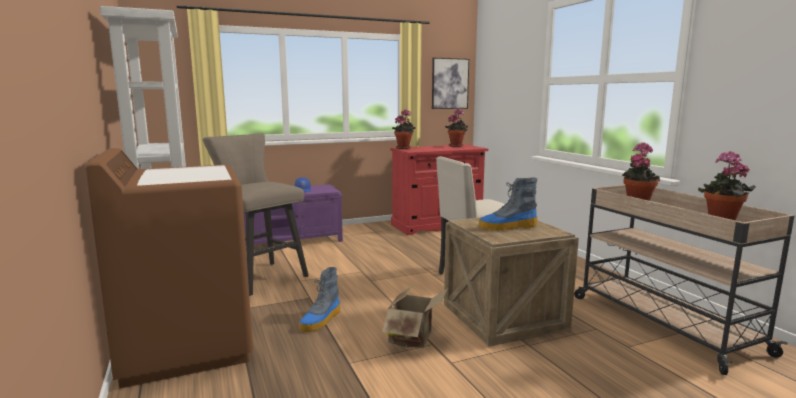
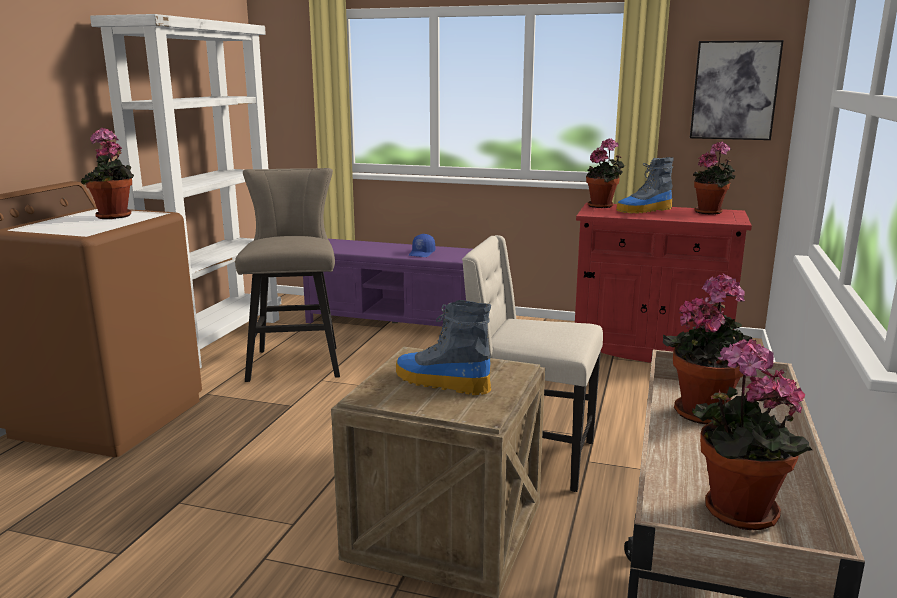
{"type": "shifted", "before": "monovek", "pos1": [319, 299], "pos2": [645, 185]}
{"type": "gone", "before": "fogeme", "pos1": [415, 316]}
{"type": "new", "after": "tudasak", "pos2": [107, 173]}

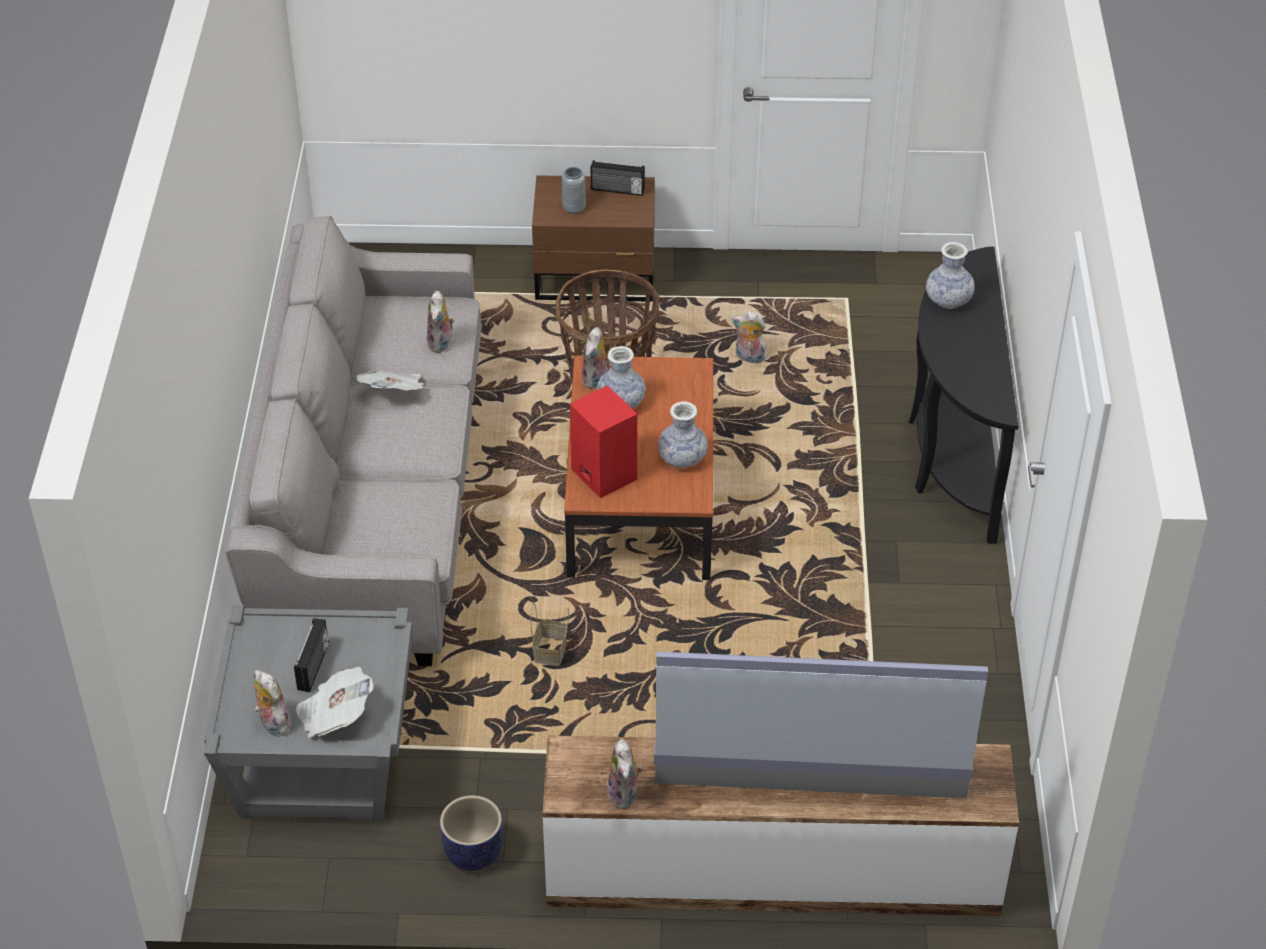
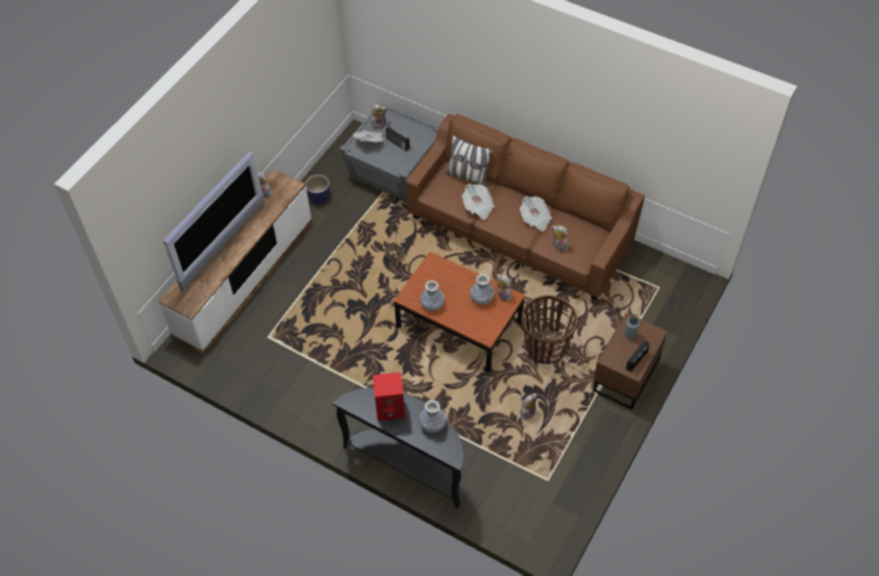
{"type": "repainted", "before": "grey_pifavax", "after": "brown_pifavax", "pos1": [353, 441], "pos2": [525, 207]}
{"type": "shifted", "before": "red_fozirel", "pos1": [603, 441], "pos2": [389, 396]}
{"type": "new", "after": "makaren", "pos2": [469, 161]}
{"type": "new", "after": "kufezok", "pos2": [478, 202]}

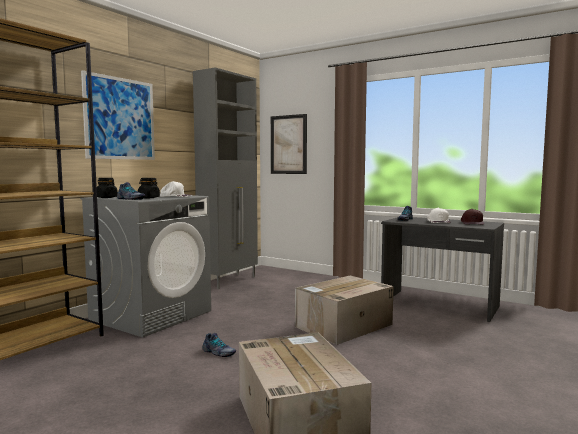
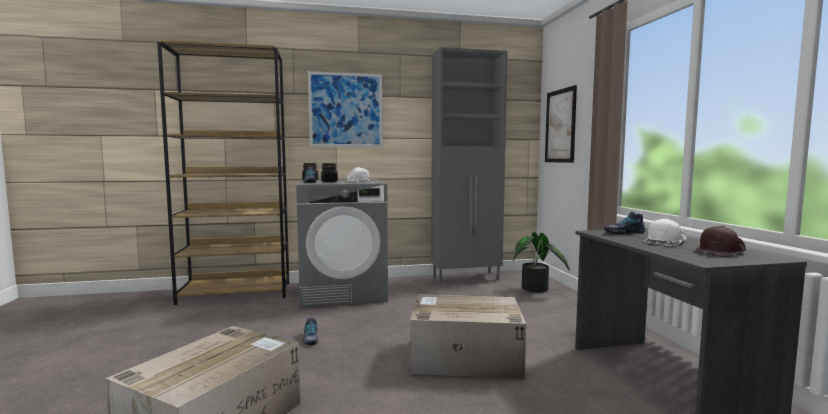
{"type": "new", "after": "tudasak", "pos2": [541, 262]}

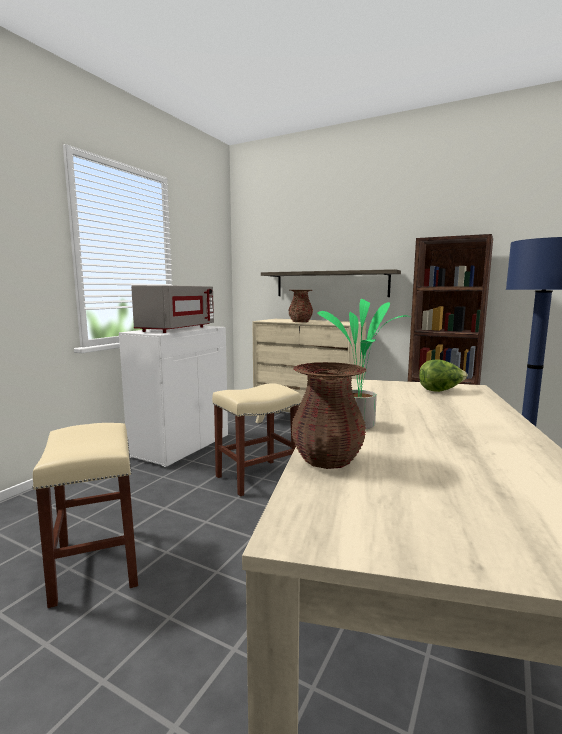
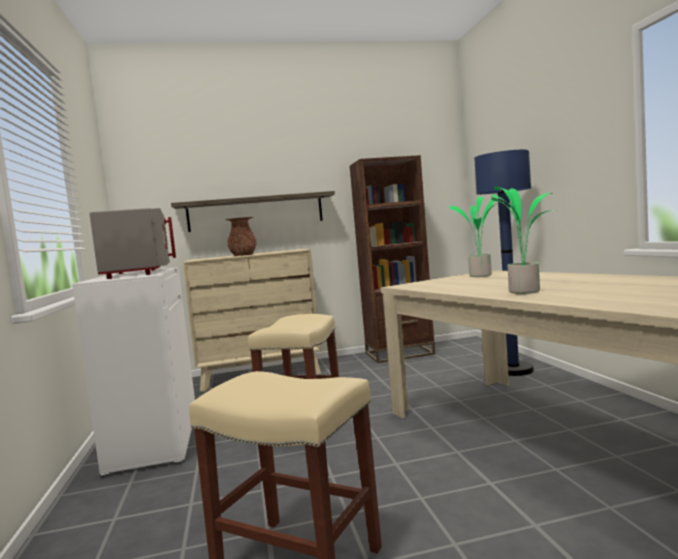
{"type": "gone", "before": "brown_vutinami", "pos1": [329, 415]}
{"type": "swapped", "before": "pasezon", "after": "tudasak", "pos1": [443, 375], "pos2": [473, 236]}

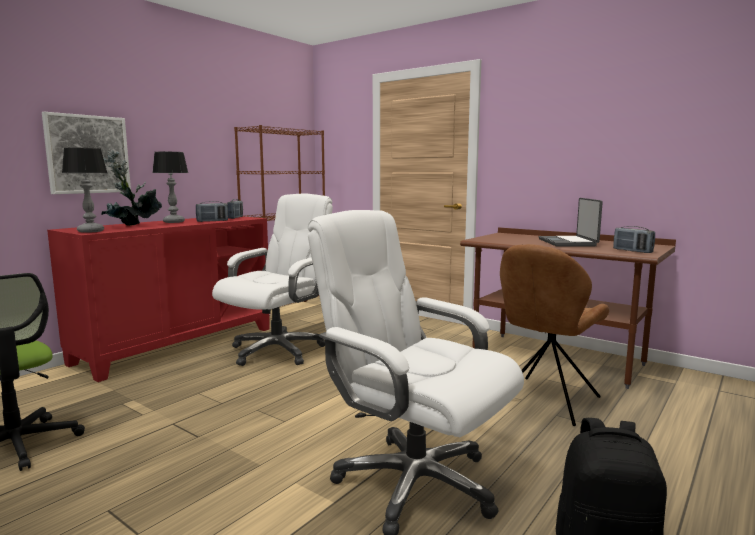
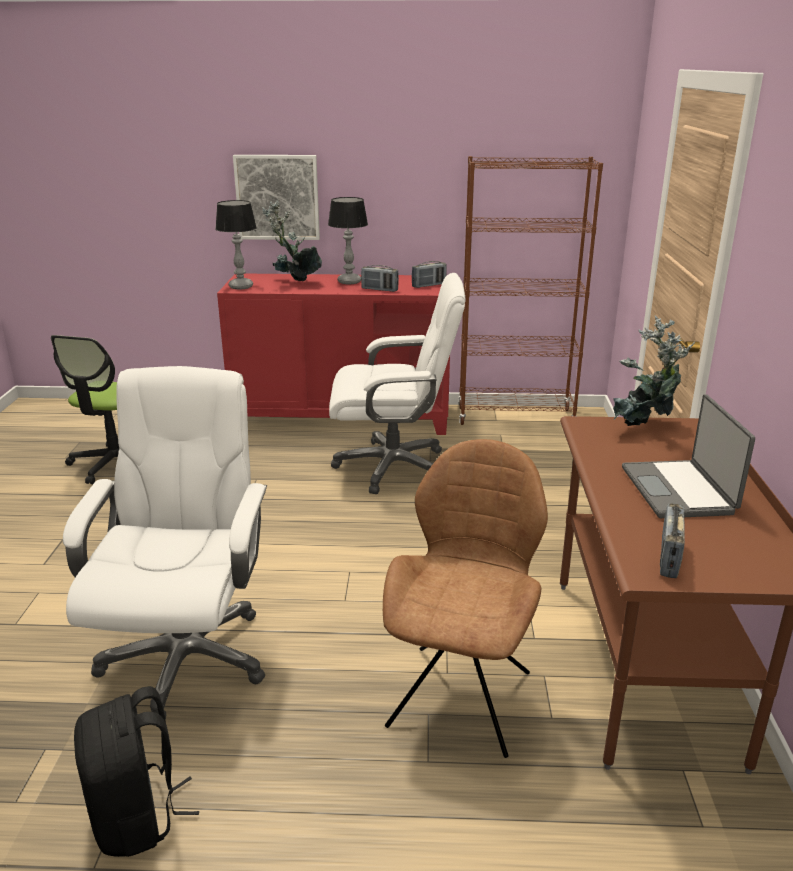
{"type": "rotated", "before": "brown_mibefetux", "pos1": [554, 335], "pos2": [465, 598], "turn": 105}
{"type": "rotated", "before": "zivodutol", "pos1": [571, 222], "pos2": [688, 456], "turn": -60}
{"type": "new", "after": "tudasak", "pos2": [654, 371]}

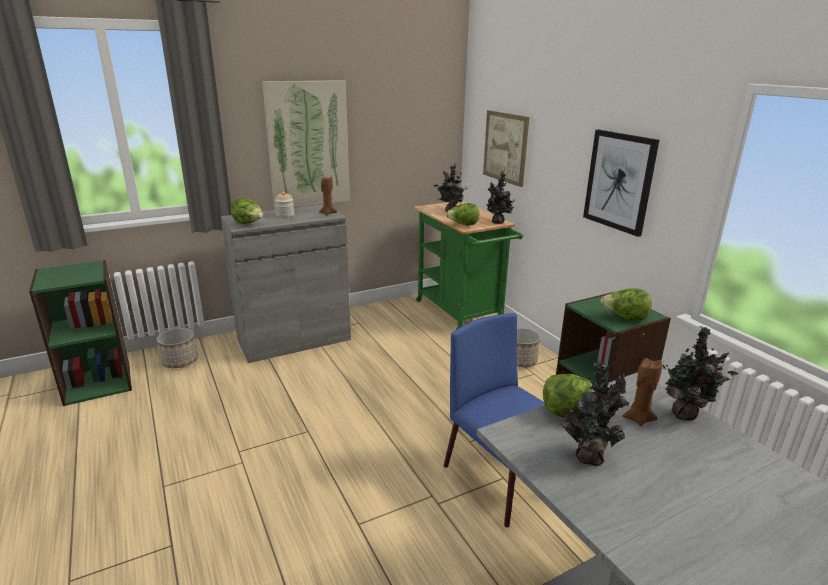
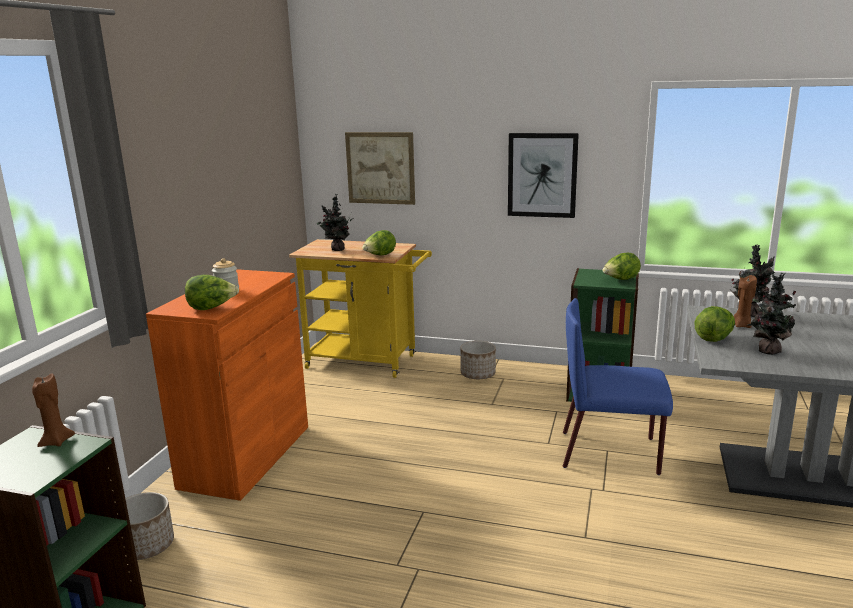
{"type": "repainted", "before": "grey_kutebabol", "after": "orange_kutebabol", "pos1": [286, 284], "pos2": [227, 385]}
{"type": "gone", "before": "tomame", "pos1": [306, 145]}
{"type": "shifted", "before": "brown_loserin", "pos1": [328, 195], "pos2": [53, 410]}
{"type": "repainted", "before": "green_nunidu", "after": "yellow_nunidu", "pos1": [468, 265], "pos2": [360, 308]}
{"type": "gone", "before": "tudasak", "pos1": [500, 197]}

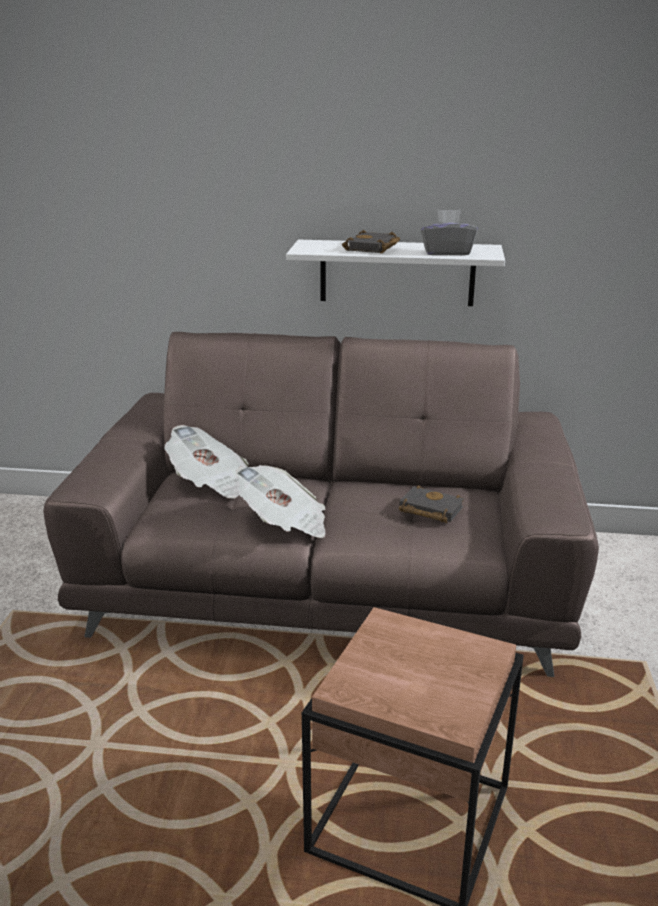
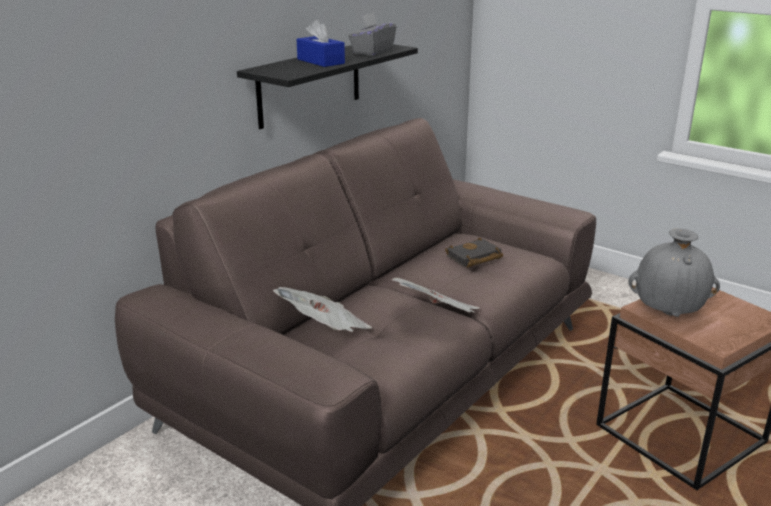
{"type": "repainted", "before": "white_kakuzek", "after": "black_kakuzek", "pos1": [395, 273], "pos2": [327, 86]}
{"type": "swapped", "before": "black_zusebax", "after": "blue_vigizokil", "pos1": [371, 242], "pos2": [321, 43]}
{"type": "new", "after": "grey_vutinami", "pos2": [674, 273]}

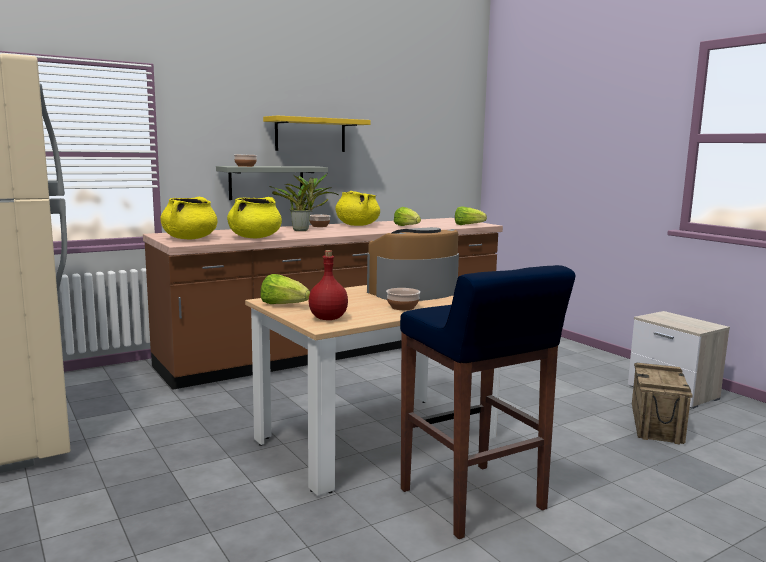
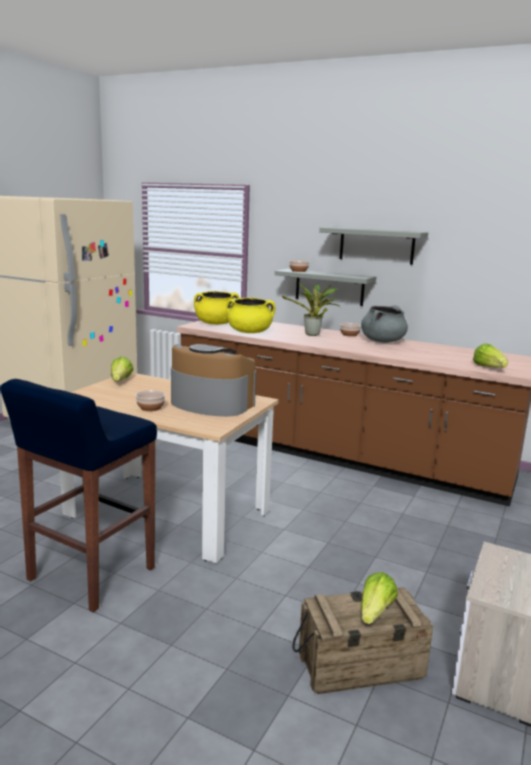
{"type": "repainted", "before": "yellow_kakuzek", "after": "grey_kakuzek", "pos1": [317, 134], "pos2": [373, 246]}
{"type": "gone", "before": "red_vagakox", "pos1": [328, 285]}
{"type": "repainted", "before": "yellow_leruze", "after": "grey_leruze", "pos1": [357, 208], "pos2": [384, 324]}
{"type": "shifted", "before": "pasezon", "pos1": [407, 216], "pos2": [379, 598]}

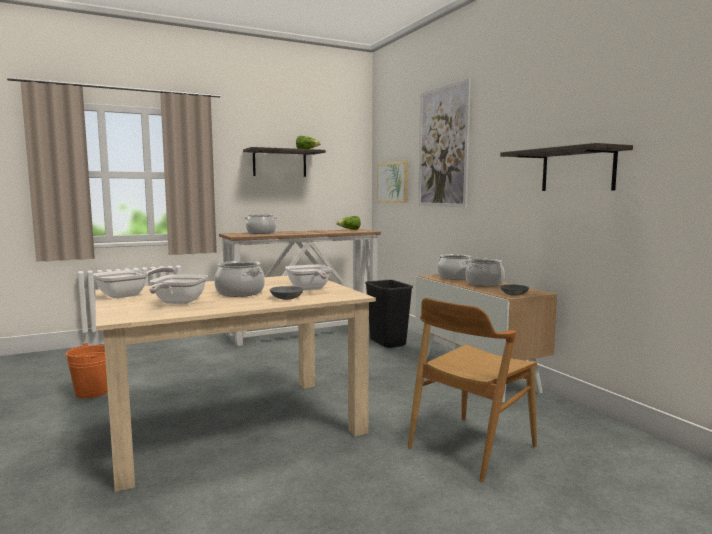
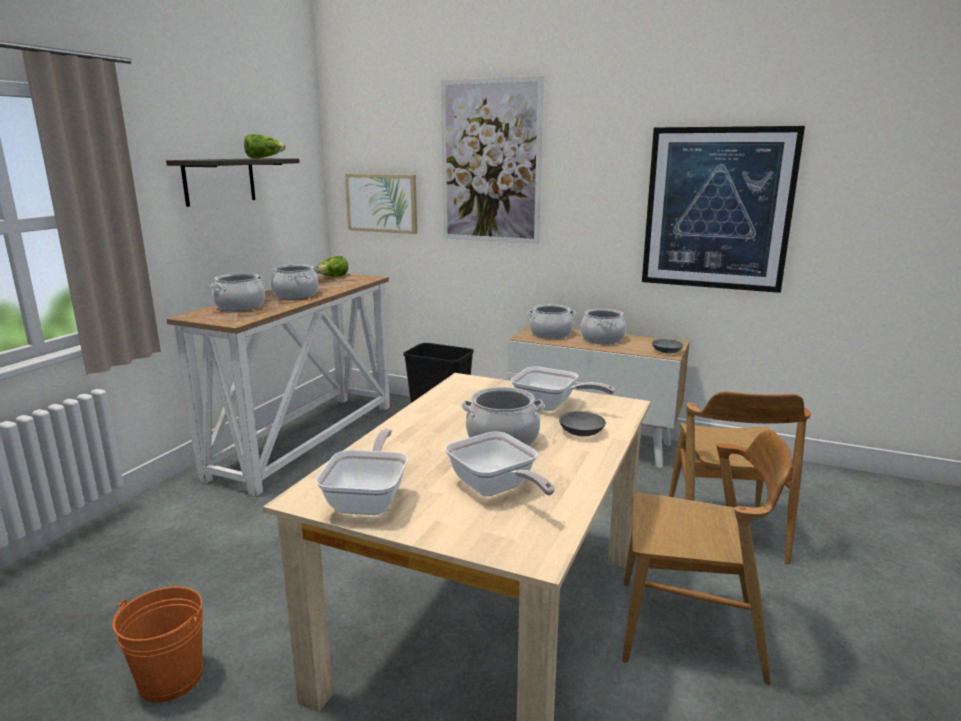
{"type": "swapped", "before": "kakuzek", "after": "tomame", "pos1": [566, 167], "pos2": [723, 209]}
{"type": "new", "after": "leruze", "pos2": [294, 281]}
{"type": "new", "after": "brown_mibefetux", "pos2": [706, 557]}

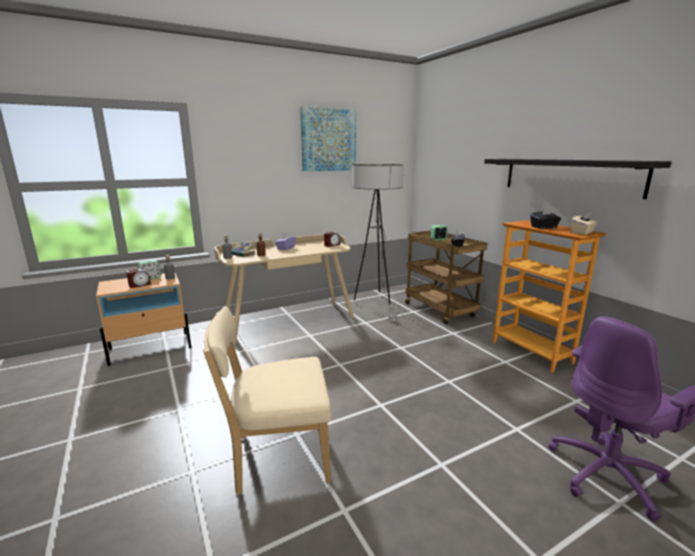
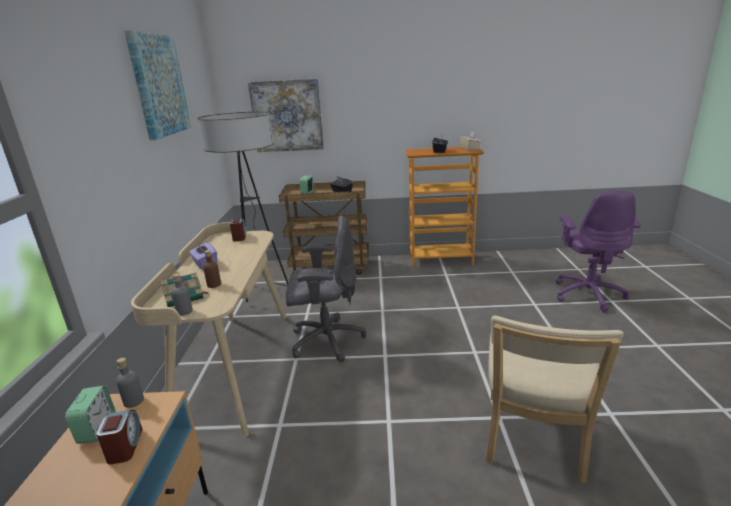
{"type": "gone", "before": "black_kakuzek", "pos1": [578, 179]}
{"type": "new", "after": "tomame", "pos2": [286, 115]}
{"type": "new", "after": "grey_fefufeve", "pos2": [326, 289]}

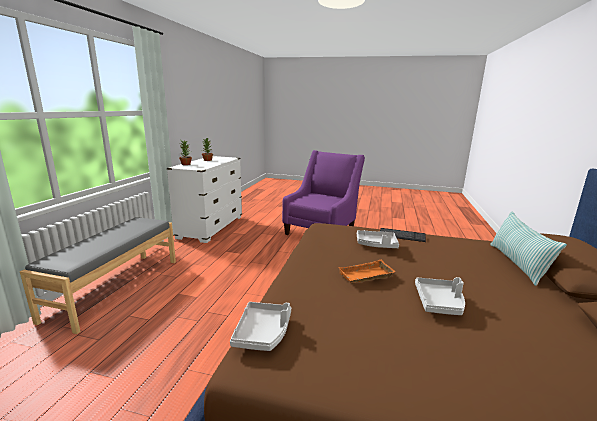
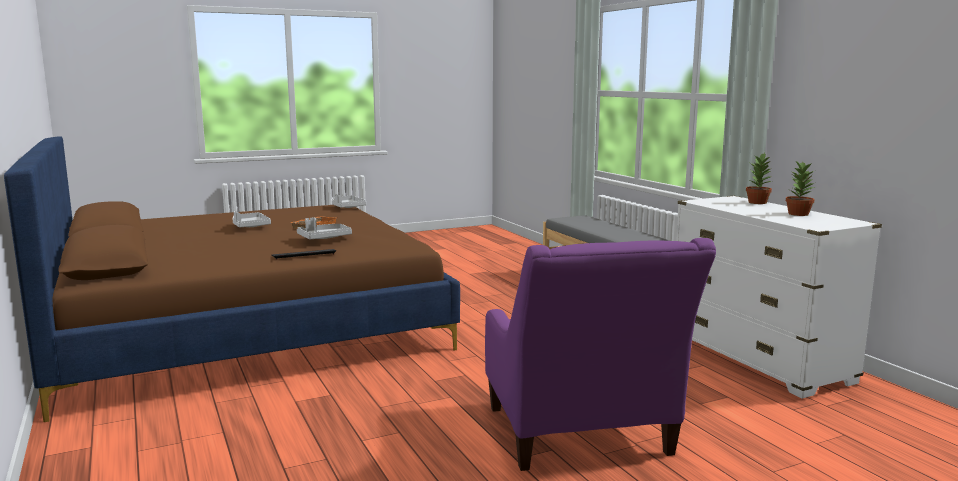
{"type": "gone", "before": "makaren", "pos1": [528, 249]}

